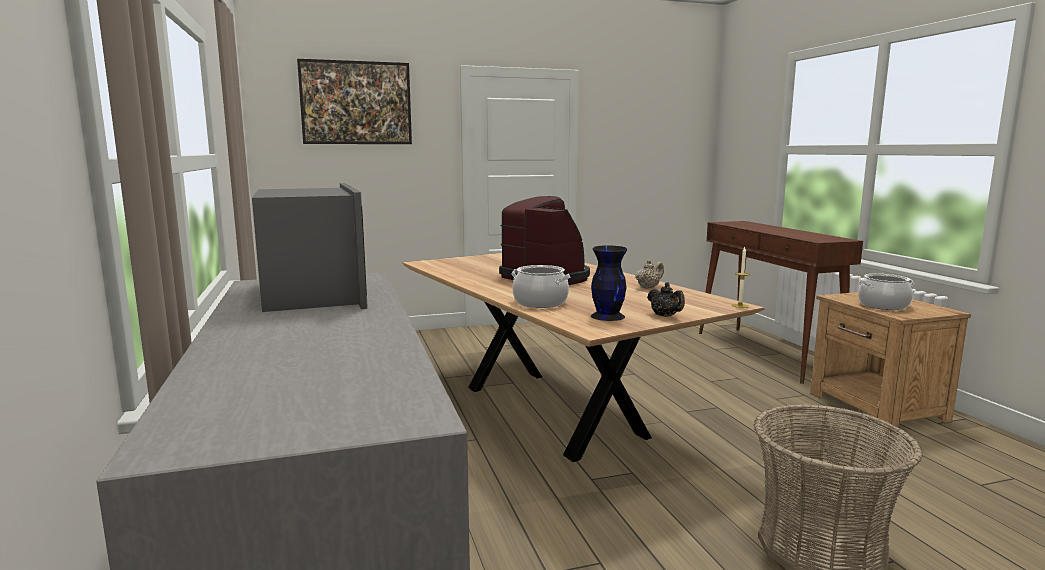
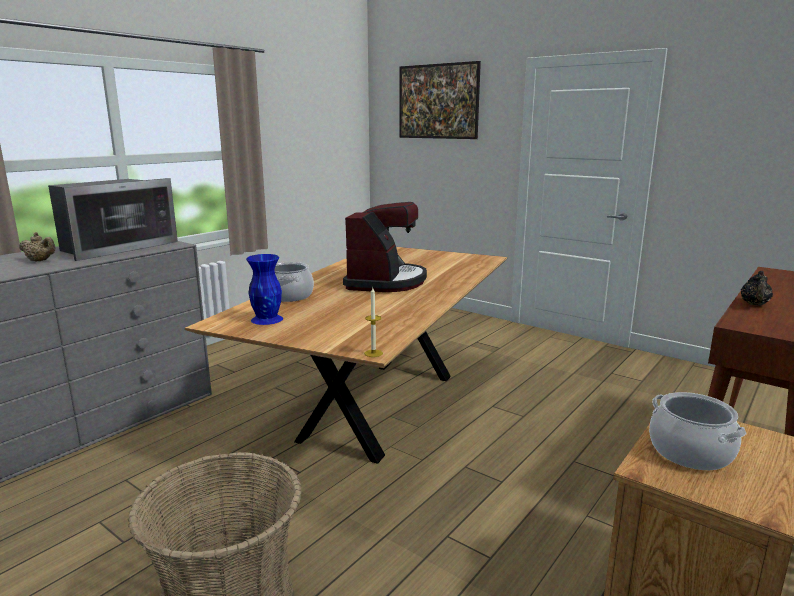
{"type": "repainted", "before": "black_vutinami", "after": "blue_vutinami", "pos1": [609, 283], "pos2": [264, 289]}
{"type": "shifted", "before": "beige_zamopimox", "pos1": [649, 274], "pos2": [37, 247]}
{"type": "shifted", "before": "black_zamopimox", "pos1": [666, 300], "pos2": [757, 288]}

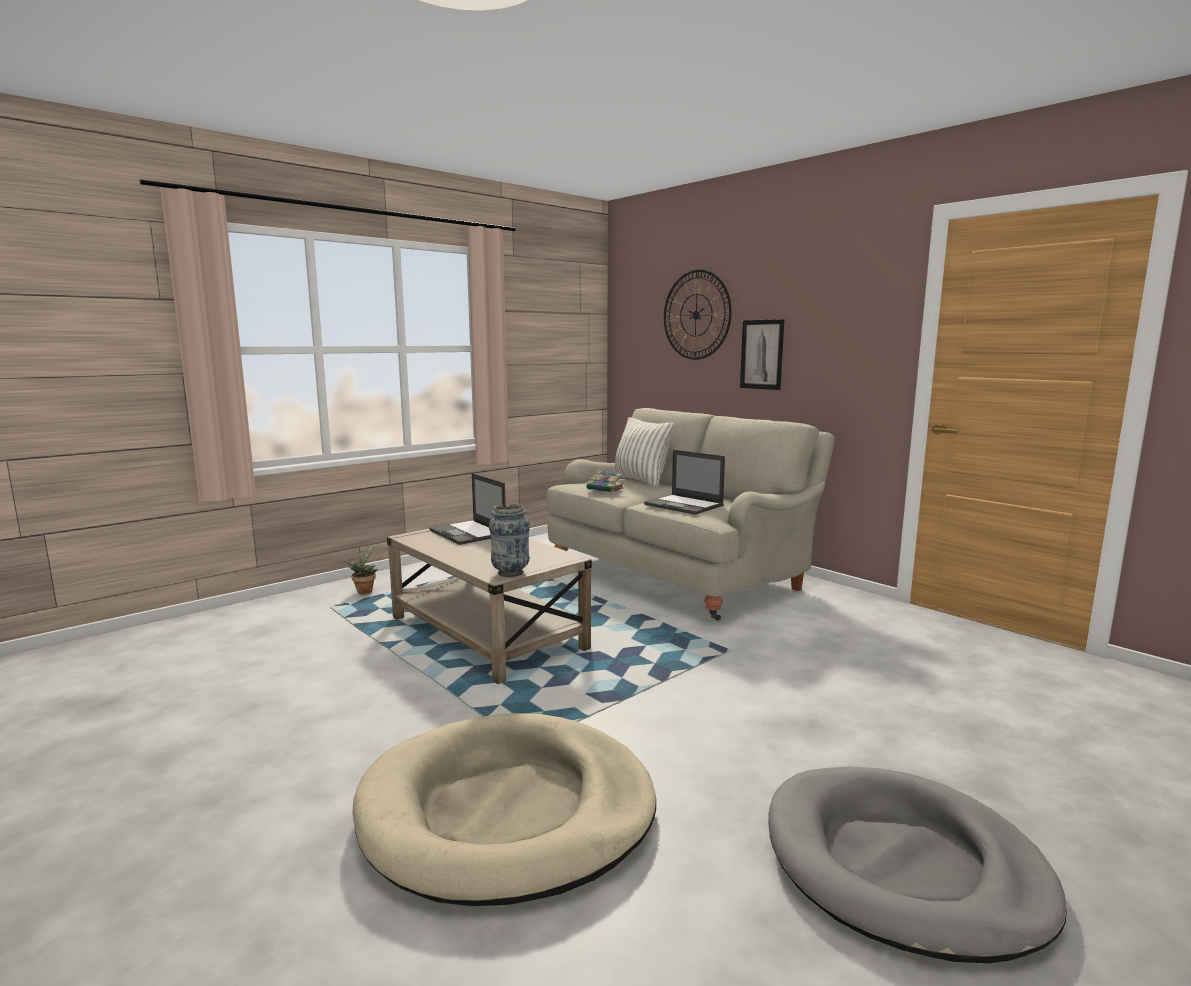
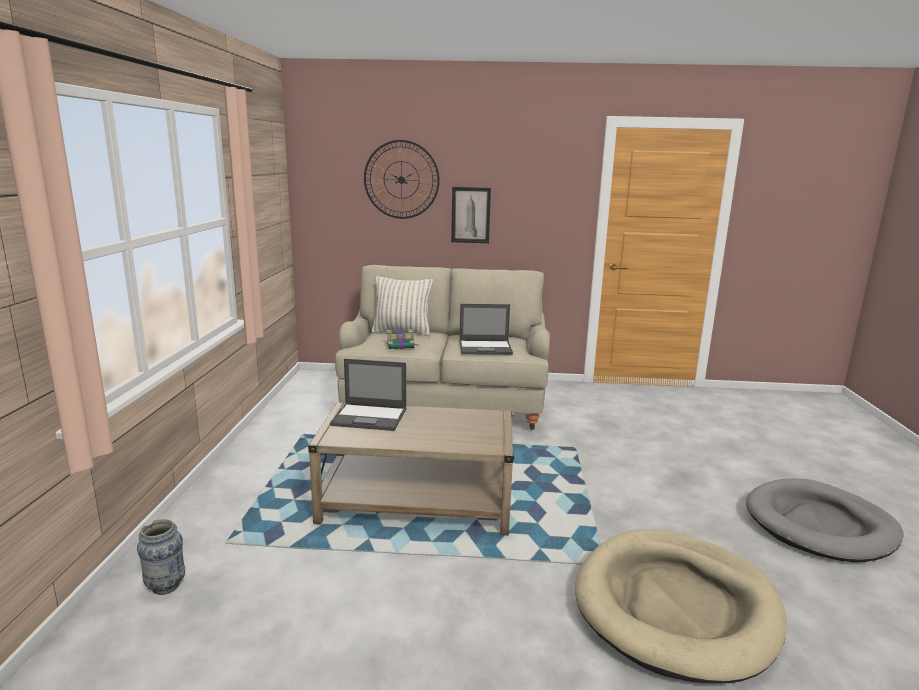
{"type": "gone", "before": "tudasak", "pos1": [361, 569]}
{"type": "shifted", "before": "vutinami", "pos1": [509, 540], "pos2": [161, 557]}

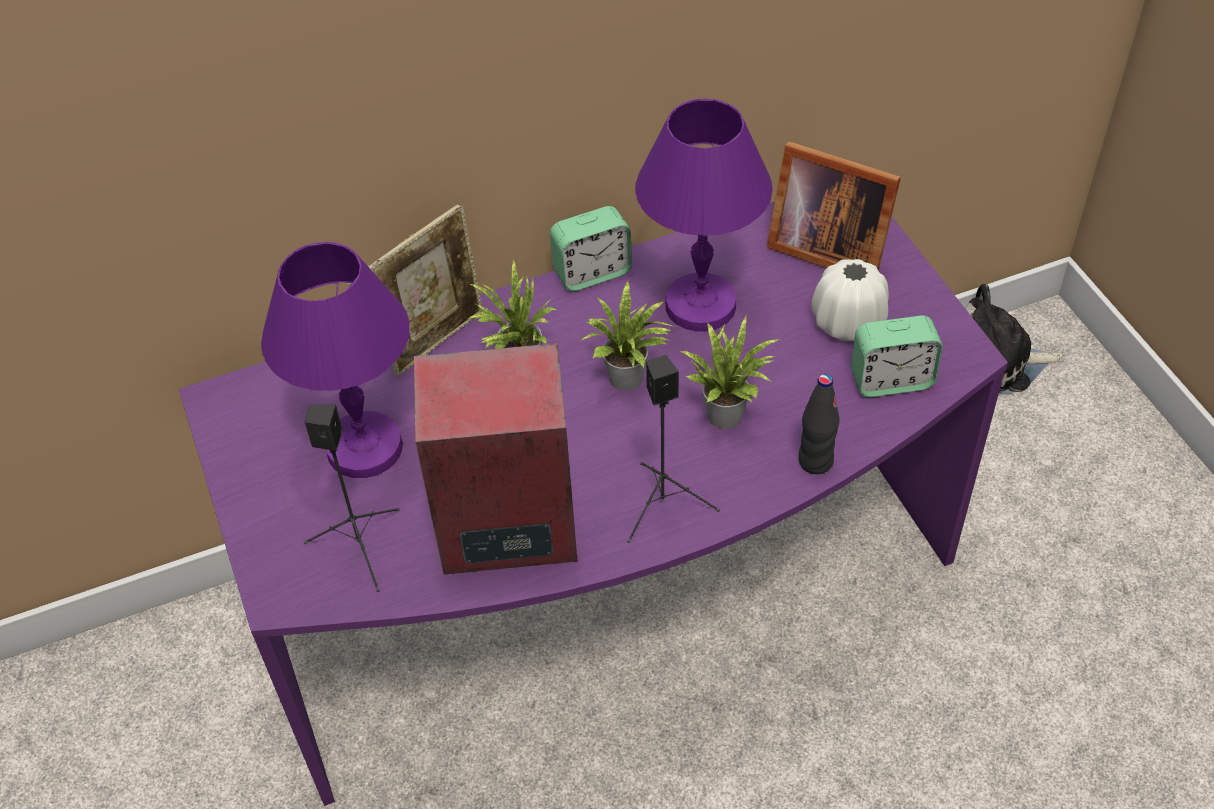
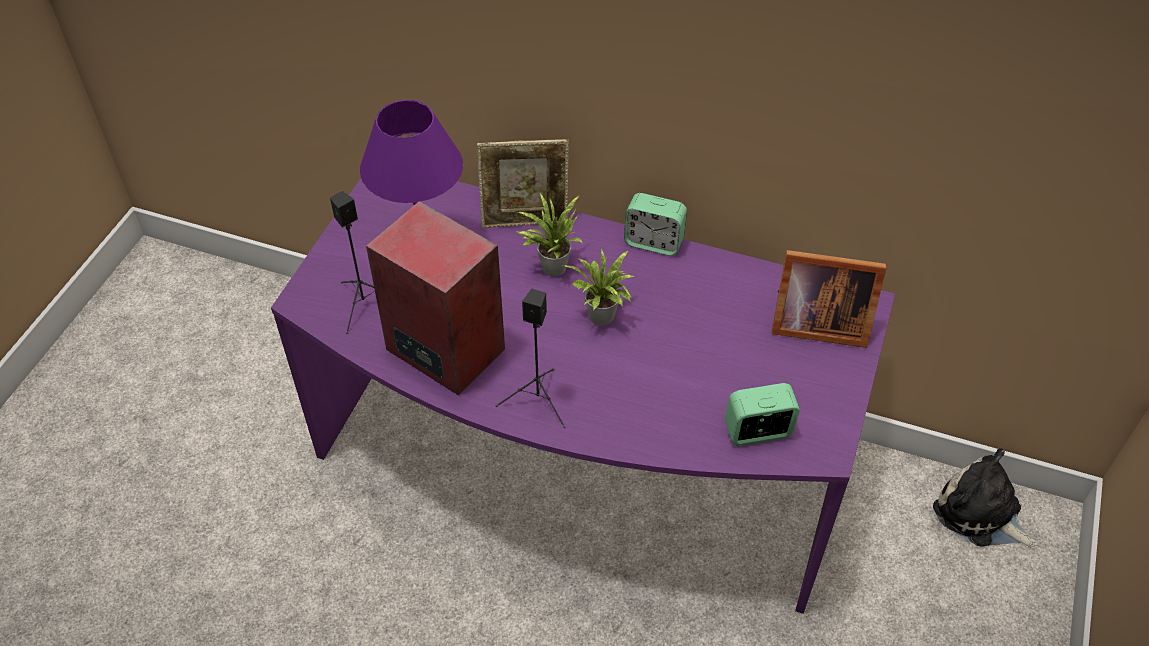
{"type": "gone", "before": "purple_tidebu", "pos1": [704, 215]}
{"type": "gone", "before": "tudasak", "pos1": [729, 372]}
{"type": "rotated", "before": "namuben", "pos1": [833, 206], "pos2": [829, 299], "turn": -60}
{"type": "gone", "before": "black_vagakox", "pos1": [819, 424]}
{"type": "gone", "before": "white_vutinami", "pos1": [850, 300]}
{"type": "rotated", "before": "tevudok", "pos1": [897, 356], "pos2": [762, 414], "turn": 135}

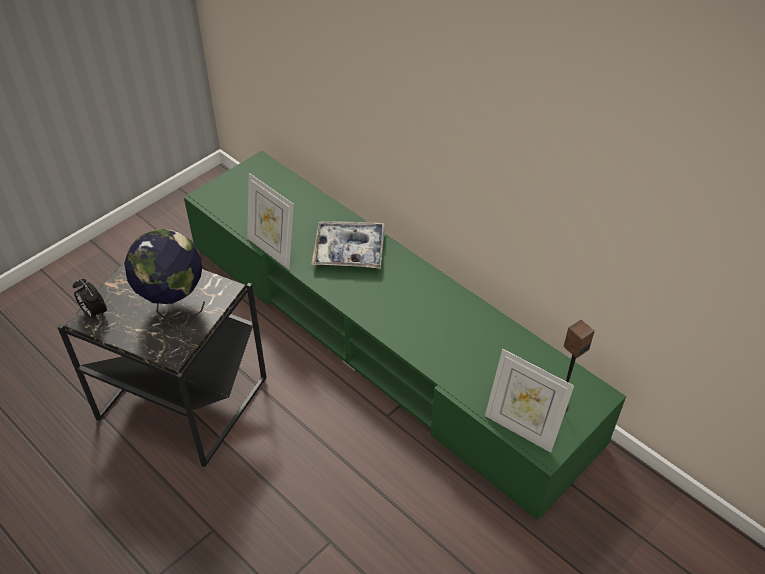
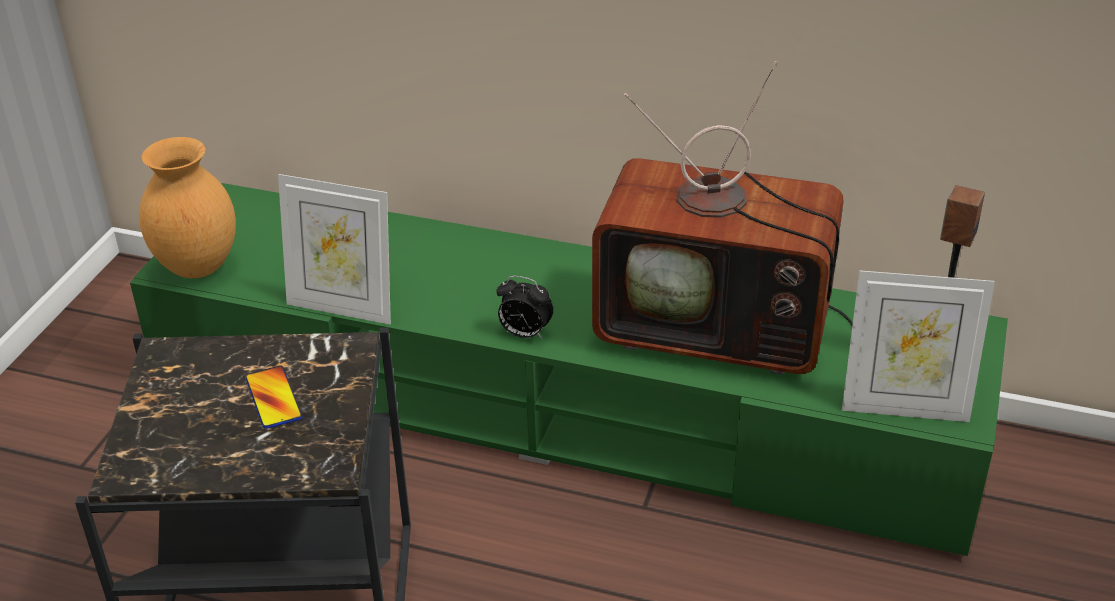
{"type": "shifted", "before": "tevudok", "pos1": [90, 298], "pos2": [524, 307]}
{"type": "swapped", "before": "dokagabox", "after": "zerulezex", "pos1": [164, 275], "pos2": [273, 397]}
{"type": "gone", "before": "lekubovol", "pos1": [348, 245]}
{"type": "new", "after": "brown_vutinami", "pos2": [187, 207]}
{"type": "new", "after": "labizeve", "pos2": [722, 218]}

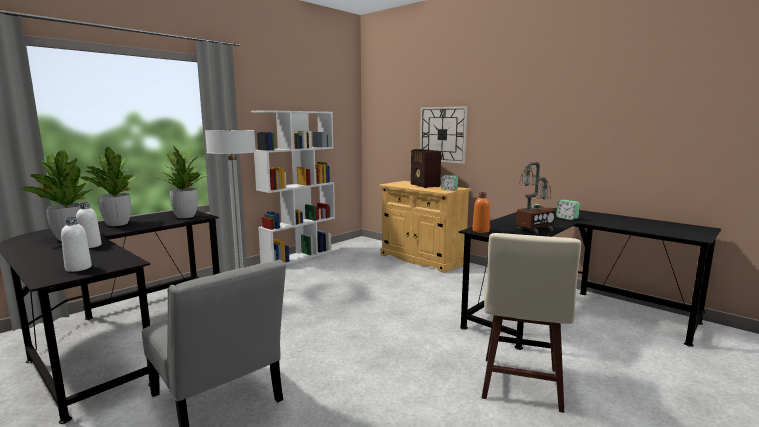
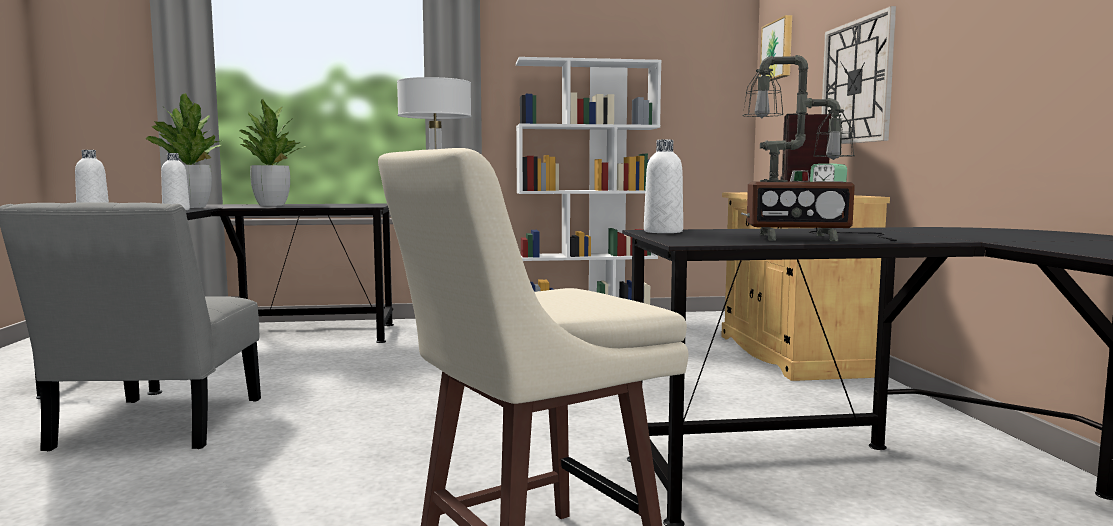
{"type": "gone", "before": "tudasak", "pos1": [182, 181]}
{"type": "repainted", "before": "orange_vagakox", "after": "white_vagakox", "pos1": [481, 212], "pos2": [663, 186]}
{"type": "gone", "before": "tevudok", "pos1": [568, 210]}
{"type": "new", "after": "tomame", "pos2": [776, 48]}

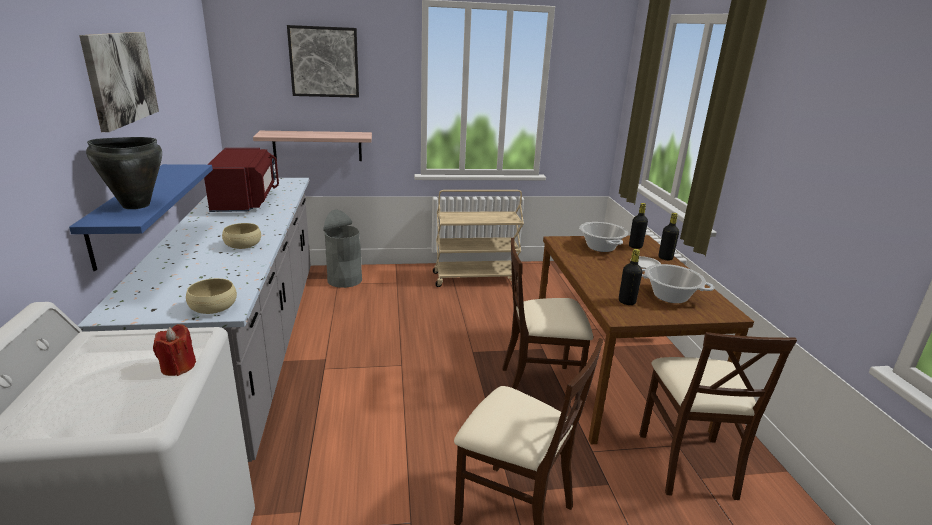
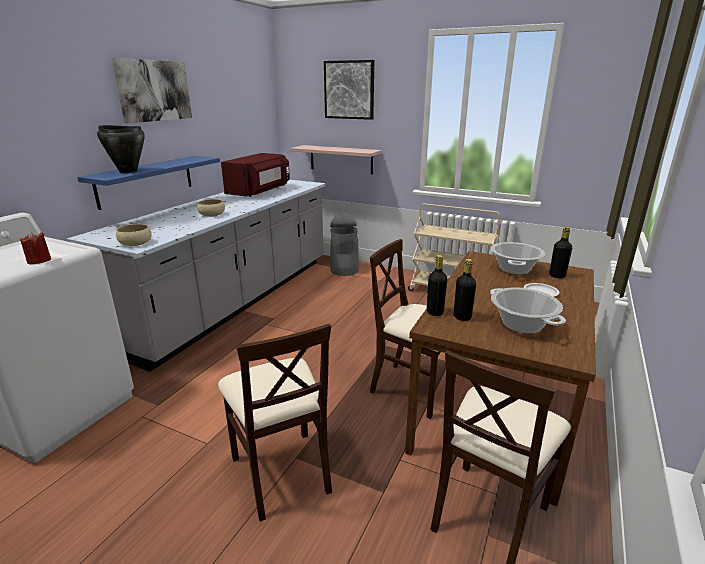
{"type": "shifted", "before": "black_vagakox", "pos1": [669, 236], "pos2": [437, 285]}

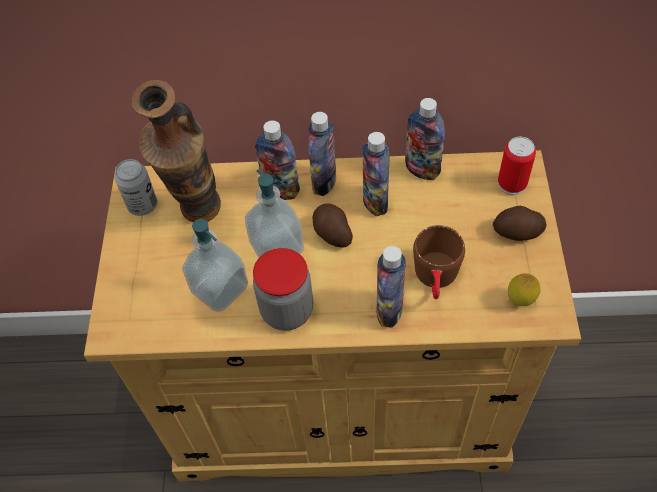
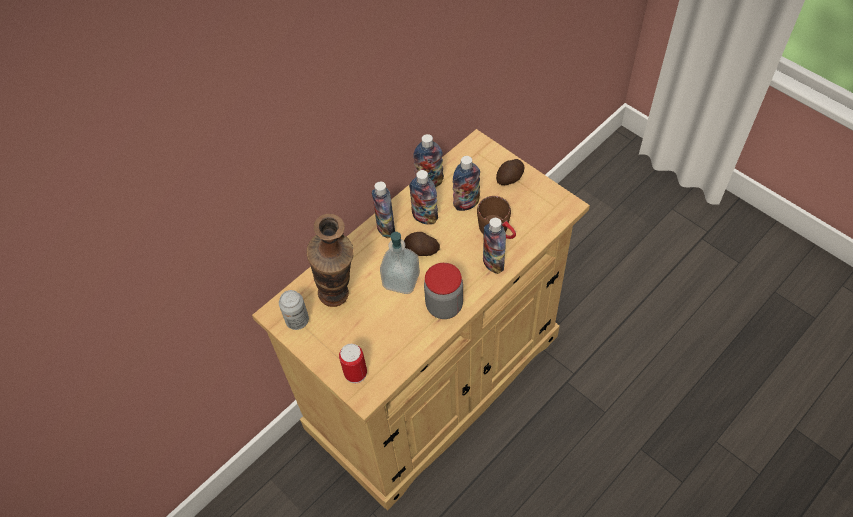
{"type": "gone", "before": "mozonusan", "pos1": [215, 265]}
{"type": "shifted", "before": "vagakox", "pos1": [277, 160], "pos2": [466, 183]}
{"type": "shifted", "before": "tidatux", "pos1": [517, 166], "pos2": [353, 363]}
{"type": "gone", "before": "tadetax", "pos1": [524, 289]}

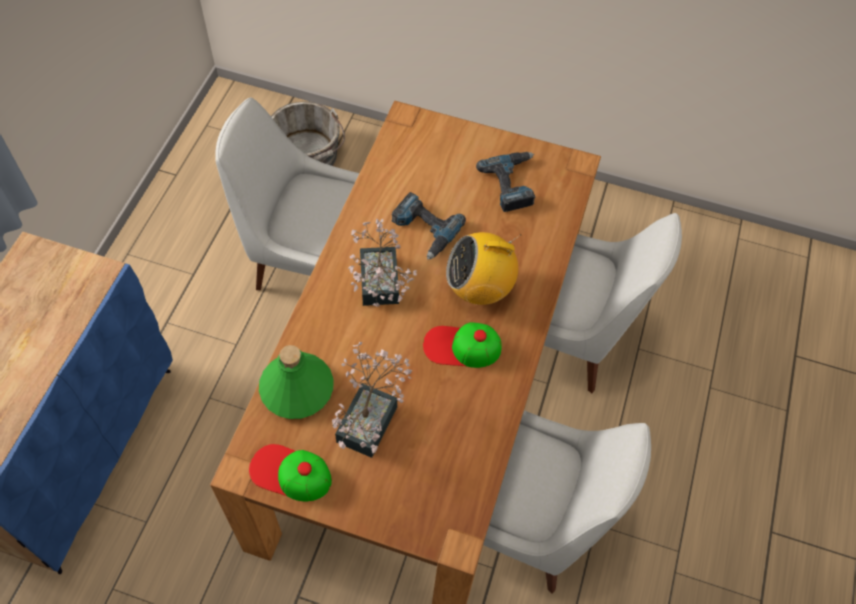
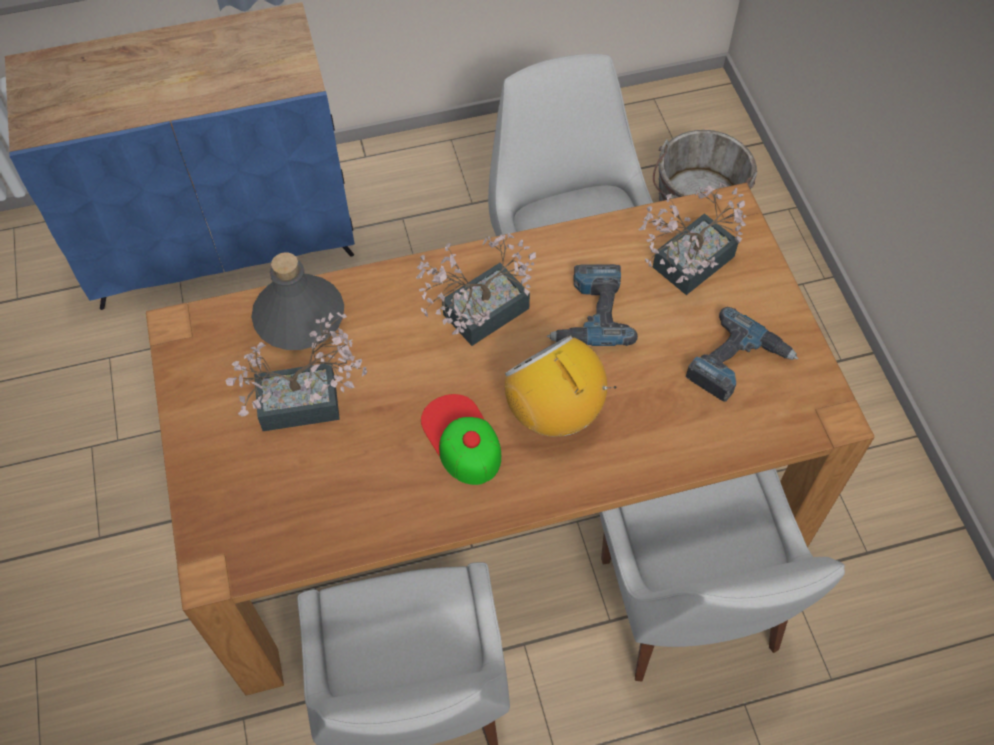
{"type": "gone", "before": "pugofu", "pos1": [290, 473]}
{"type": "repainted", "before": "green_vagakox", "after": "grey_vagakox", "pos1": [296, 382], "pos2": [297, 301]}
{"type": "new", "after": "tudasak", "pos2": [692, 238]}

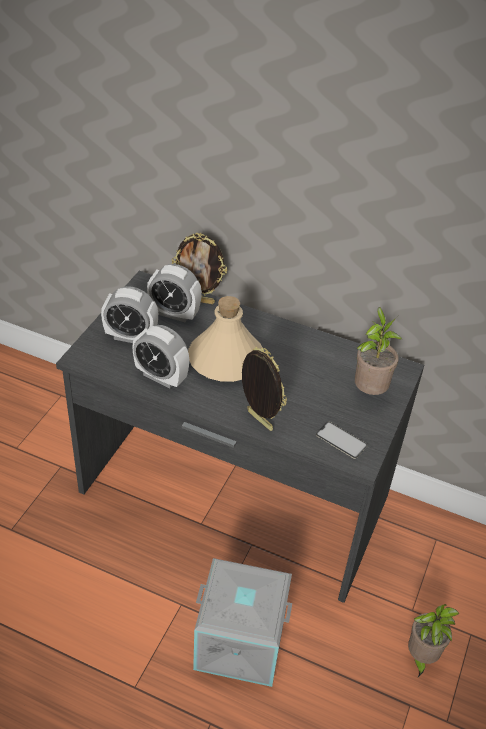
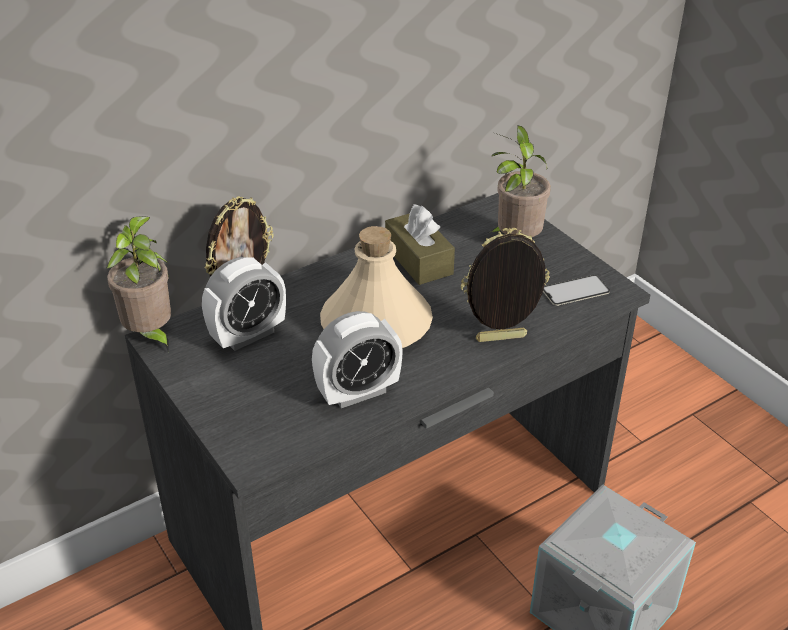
{"type": "gone", "before": "tevudok", "pos1": [129, 314]}
{"type": "shifted", "before": "tudasak", "pos1": [433, 640], "pos2": [139, 283]}
{"type": "new", "after": "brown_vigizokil", "pos2": [420, 244]}

